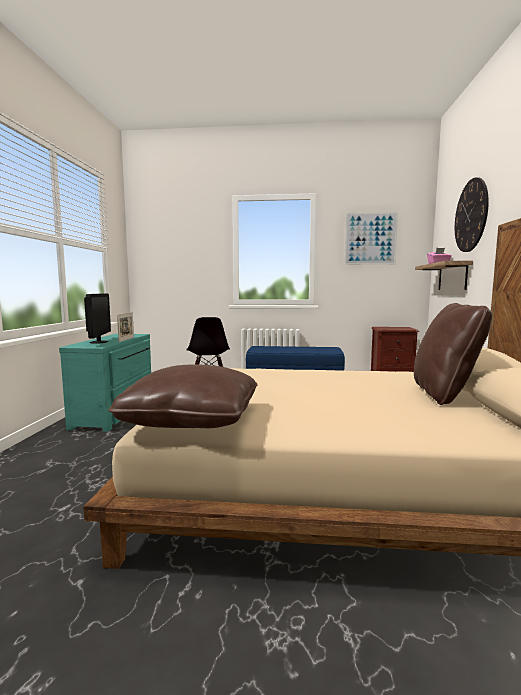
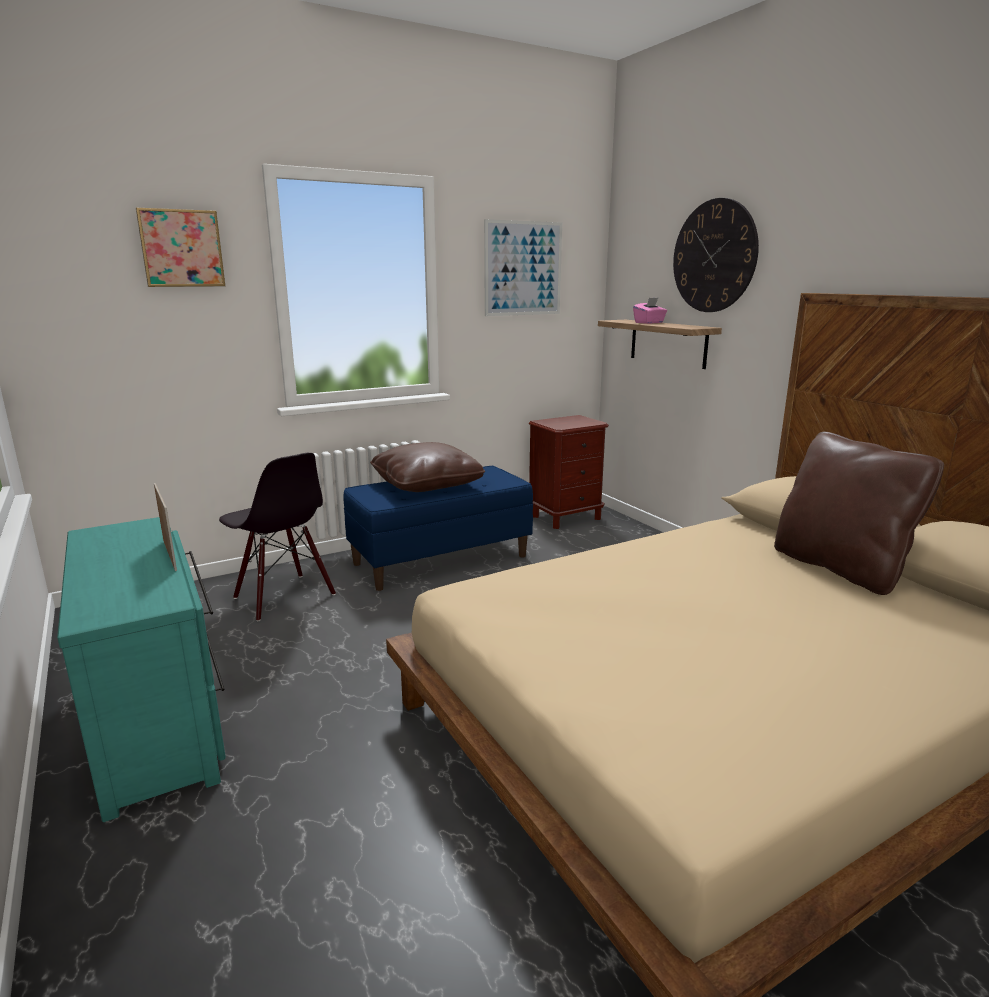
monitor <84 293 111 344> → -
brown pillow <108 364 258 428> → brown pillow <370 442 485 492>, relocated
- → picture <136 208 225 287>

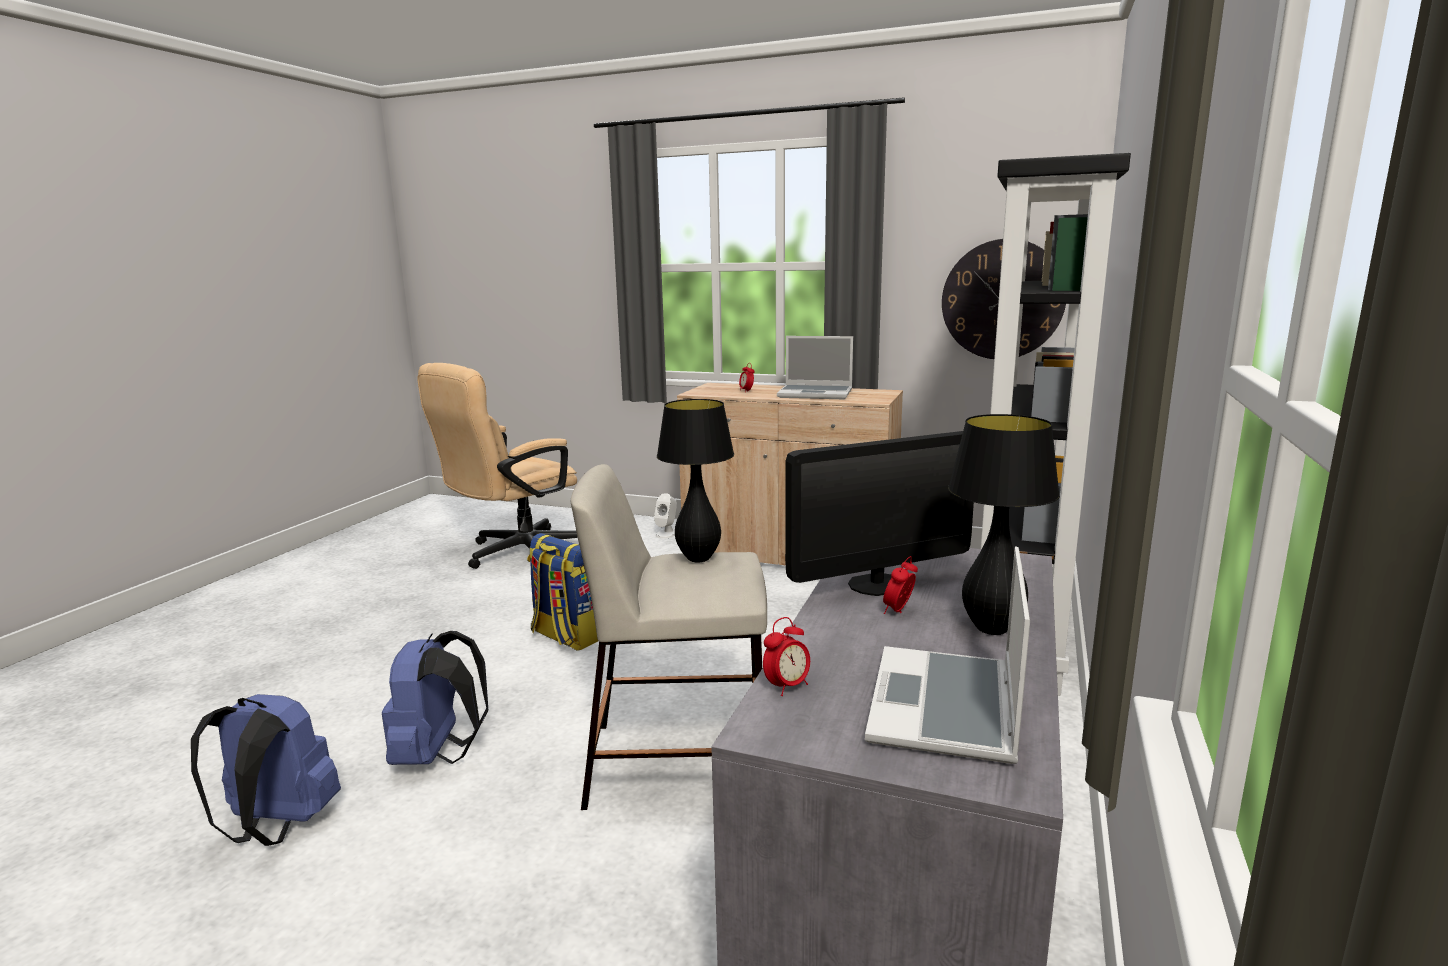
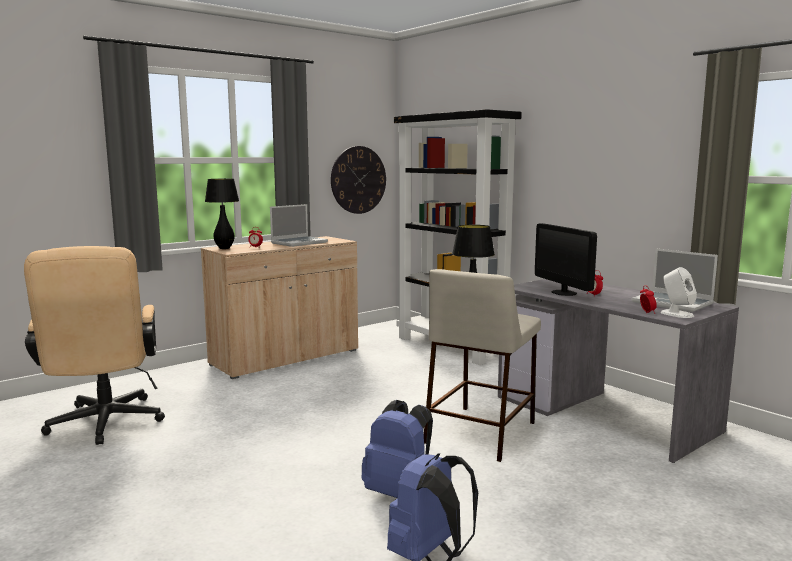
backpack <527 533 598 651> → -
white speaker <654 493 677 538> → white speaker <661 267 697 318>, relocated
monitor <785 431 974 596> → monitor <535 223 597 296>, 150 degrees clockwise
black table lamp <948 414 1060 635> → black table lamp <205 179 239 249>, relocated

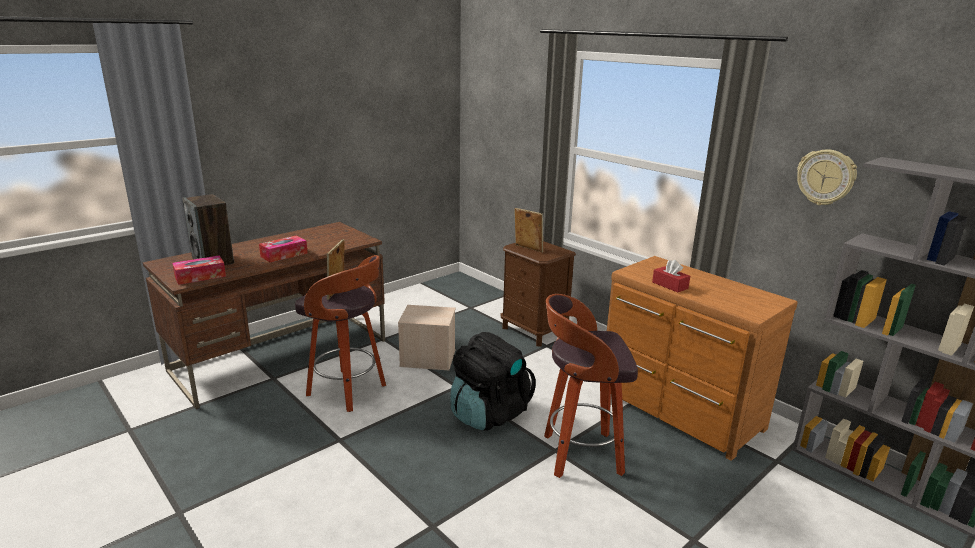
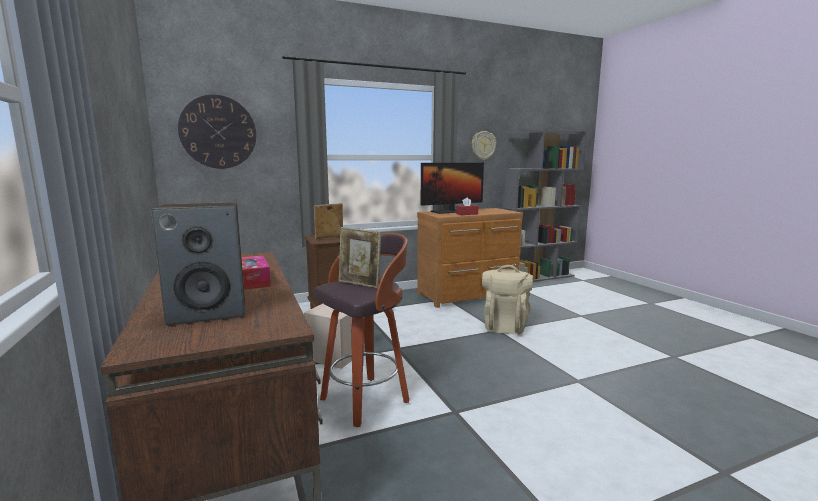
tissue box <172 255 226 285> → -
black backpack <450 332 536 431> → -
stool <544 294 638 478> → beige backpack <482 265 533 335>
- → wall clock <178 95 256 169>
- → monitor <421 163 484 214>

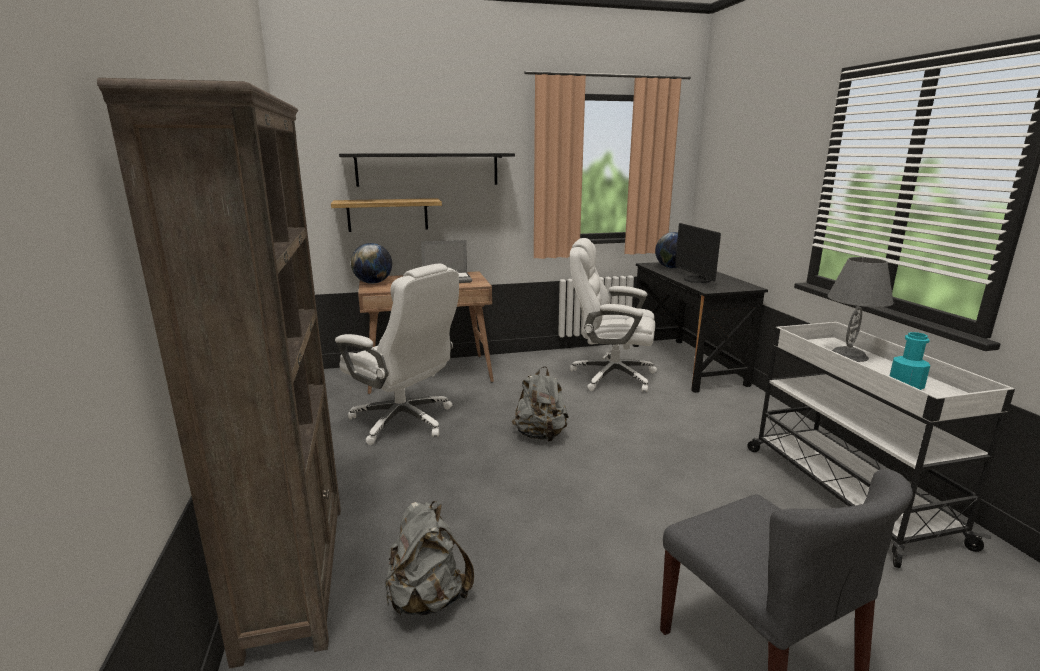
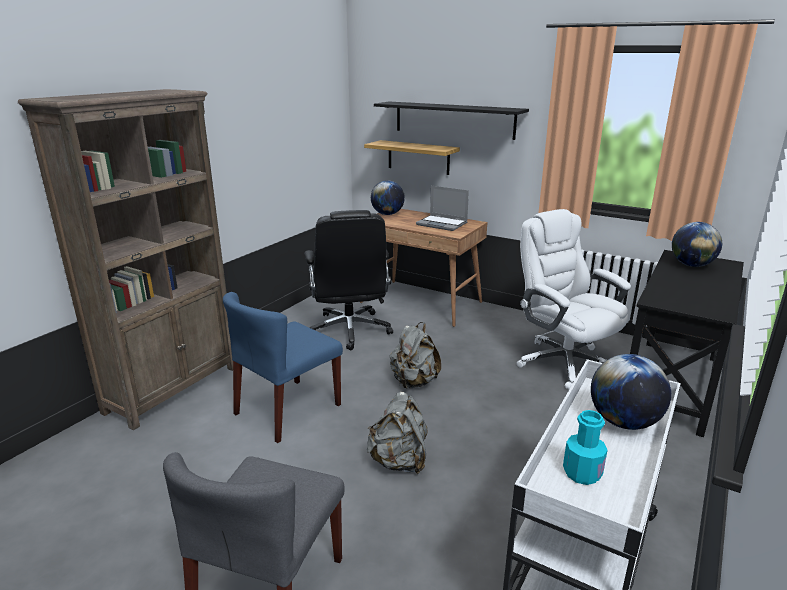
white office chair <335 264 459 445> → black office chair <304 210 393 350>
grey backpack <385 501 474 615> → grey backpack <367 392 428 474>, relocated
monitor <675 223 721 283> → -
grey table lamp <828 257 894 362> → globe <591 354 671 430>
- → blue chair <223 292 343 443>

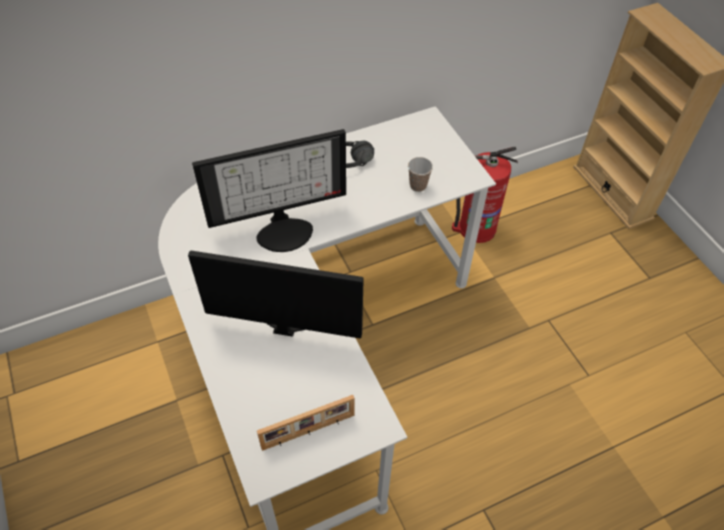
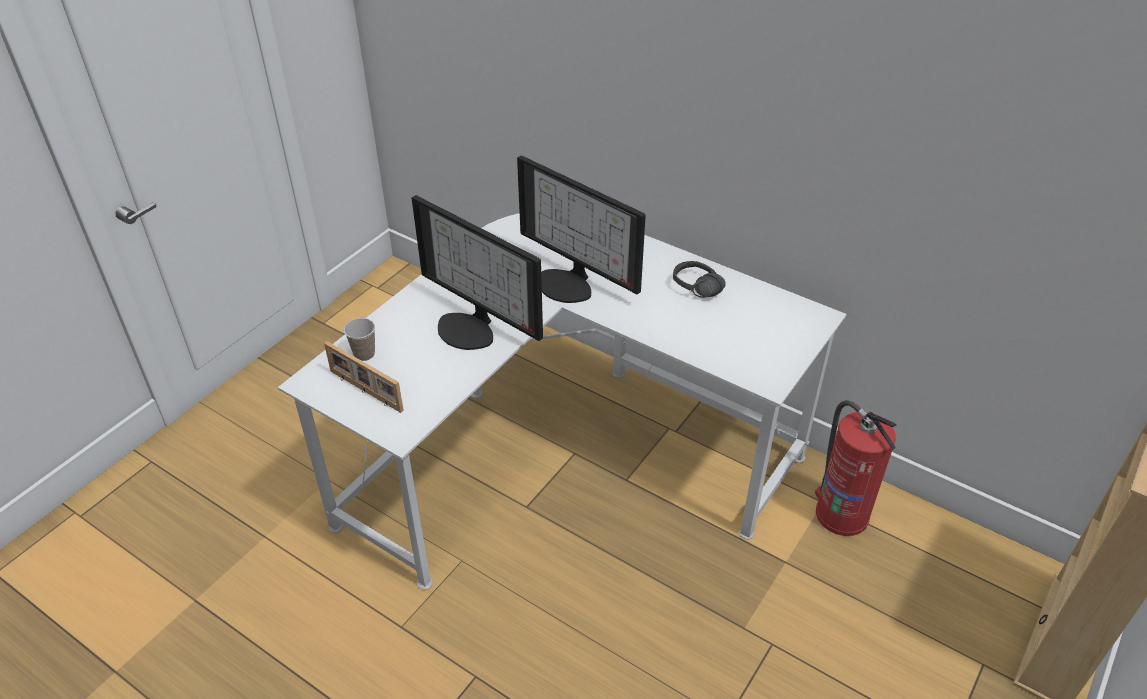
monitor <188 251 364 338> → monitor <412 195 543 350>, 150 degrees clockwise
cup <408 157 433 192> → cup <344 318 375 361>, relocated

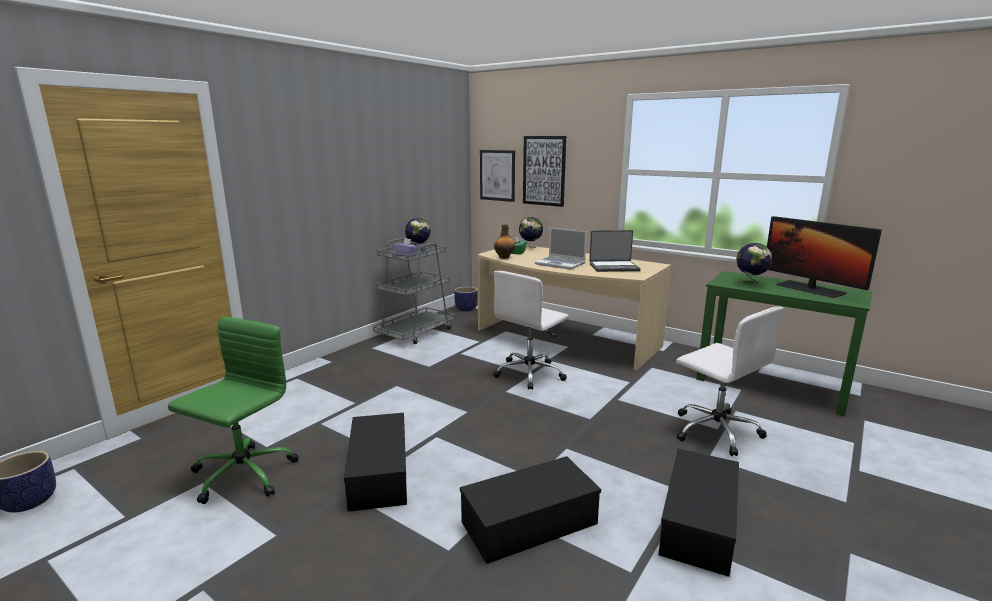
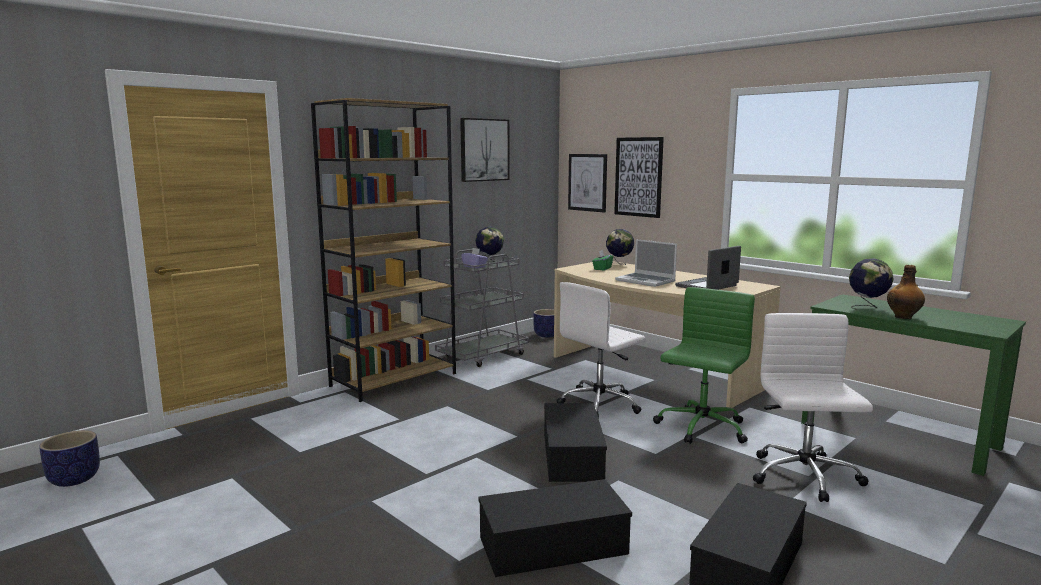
green office chair <168 316 299 504> → green office chair <653 287 755 444>, relocated
black storage box <344 413 407 512> → black storage box <544 403 607 482>, relocated
bottle <494 224 515 259> → bottle <887 265 925 319>, relocated
laptop <589 230 640 272> → laptop <675 246 741 290>, 135 degrees clockwise
white office chair <676 306 784 456> → white office chair <753 313 873 502>, 150 degrees counterclockwise
monitor <767 216 882 298> → -
- → brown bookcase <311 98 456 402>
- → picture <460 118 510 182>

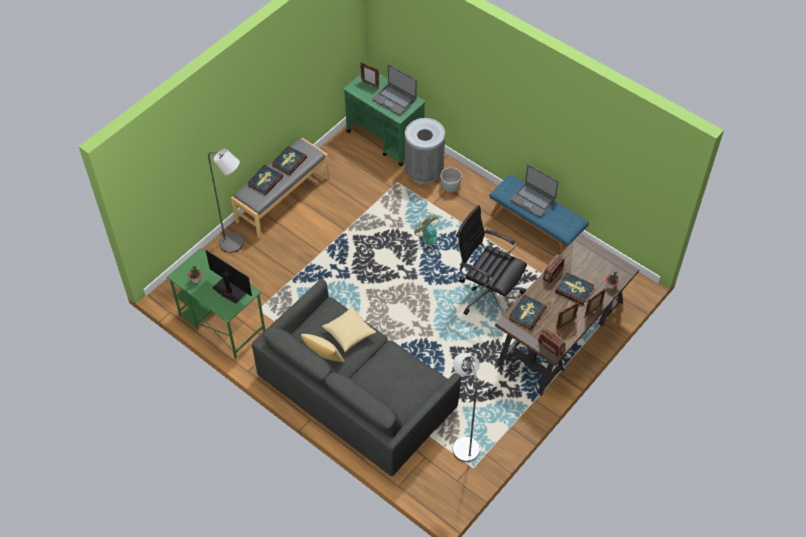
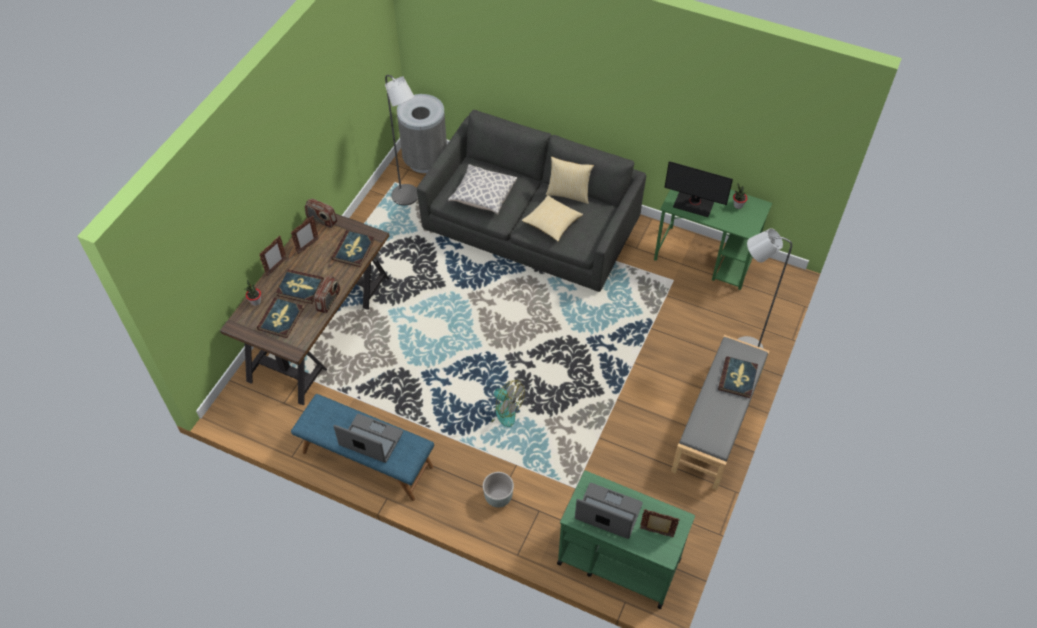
book <272 146 307 175> → book <257 298 303 338>, relocated
grey trash can <405 118 445 184> → grey trash can <397 94 447 173>, relocated
black office chair <456 205 527 315> → -
- → pillow <448 164 517 215>

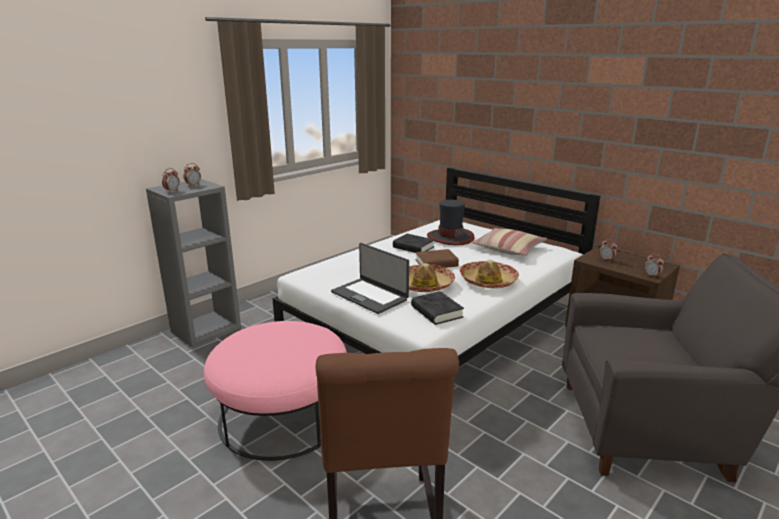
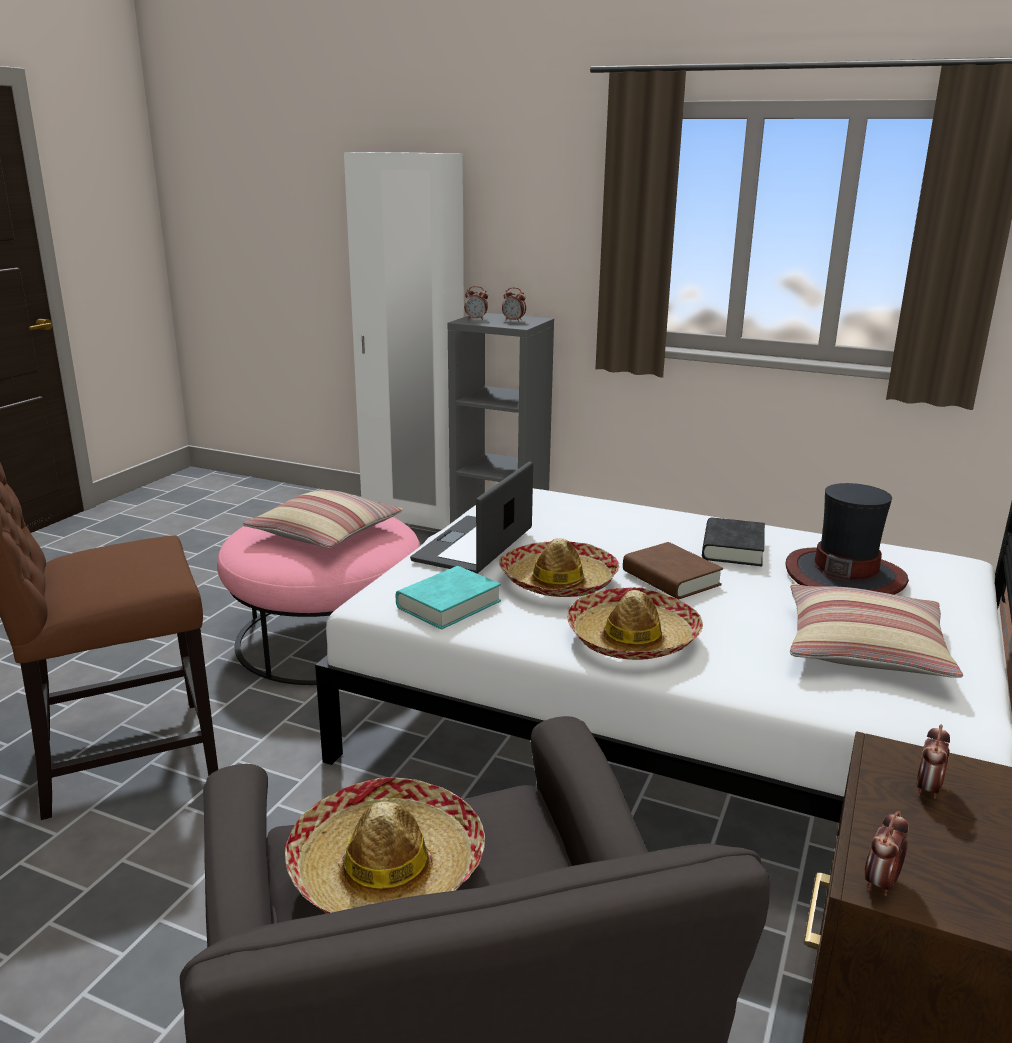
black book <411 291 464 325> → turquoise book <396 566 501 630>
- → pillow <243 489 403 548>
- → hat <285 777 485 914>
- → white wardrobe <344 152 464 530>

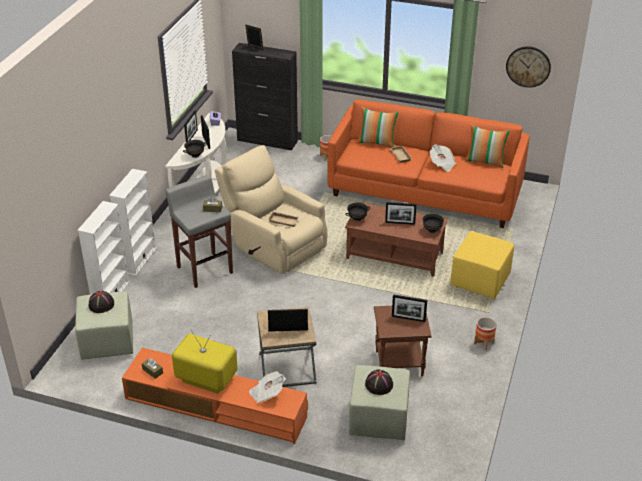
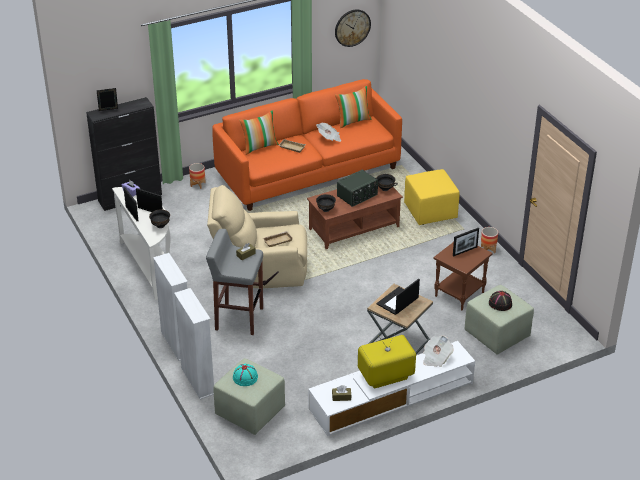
black hat <89 291 114 313> → turquoise hat <233 363 258 386>
orange tv stand <122 348 308 444> → white tv stand <308 341 475 436>
picture frame <385 202 416 225> → radio <337 170 378 207>

